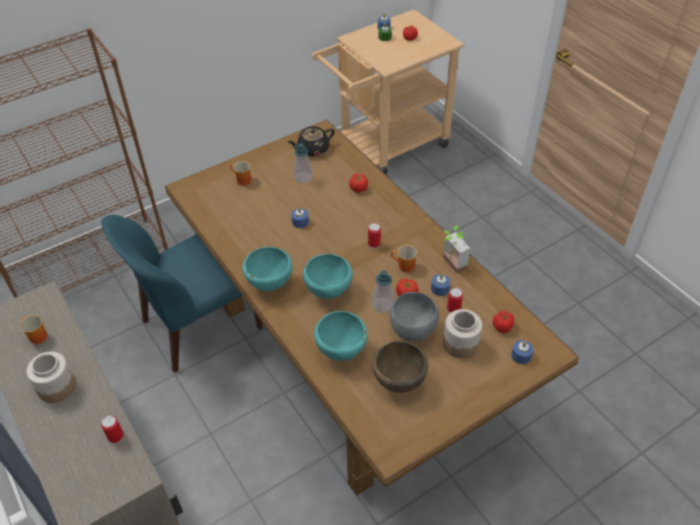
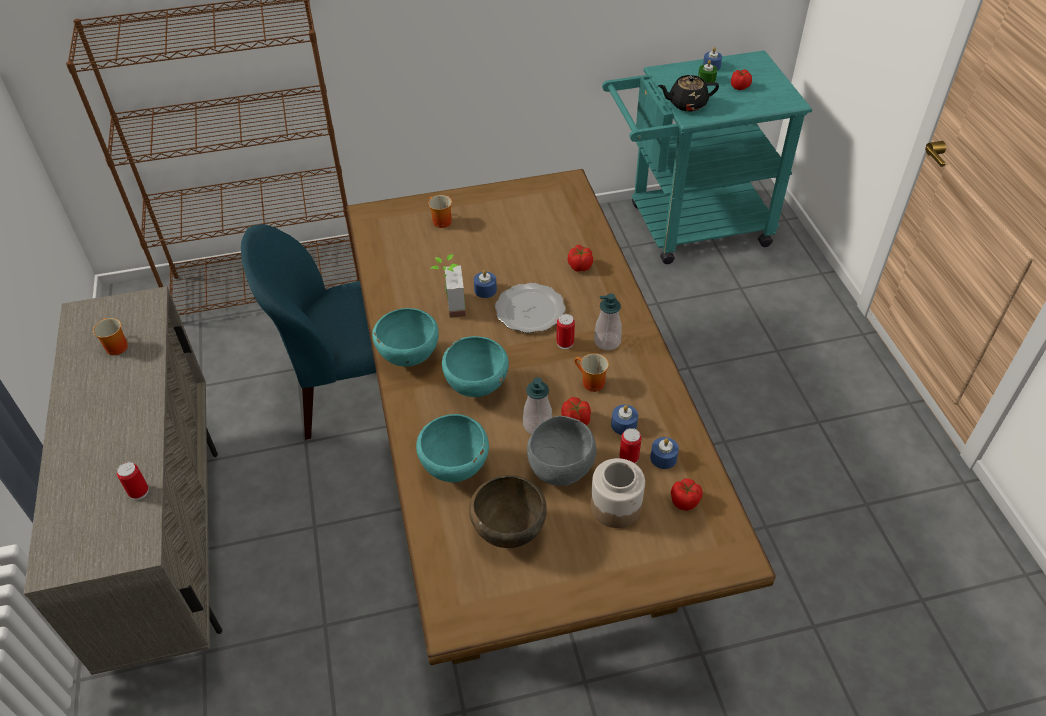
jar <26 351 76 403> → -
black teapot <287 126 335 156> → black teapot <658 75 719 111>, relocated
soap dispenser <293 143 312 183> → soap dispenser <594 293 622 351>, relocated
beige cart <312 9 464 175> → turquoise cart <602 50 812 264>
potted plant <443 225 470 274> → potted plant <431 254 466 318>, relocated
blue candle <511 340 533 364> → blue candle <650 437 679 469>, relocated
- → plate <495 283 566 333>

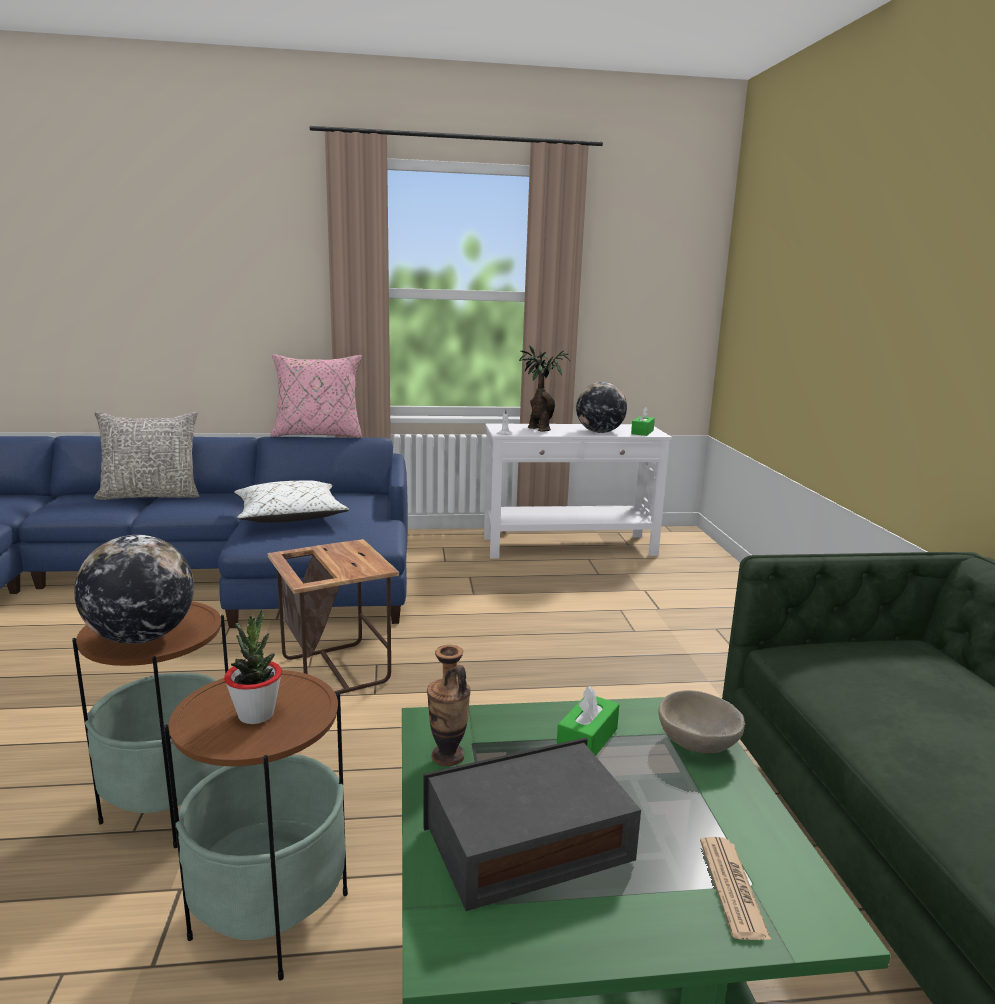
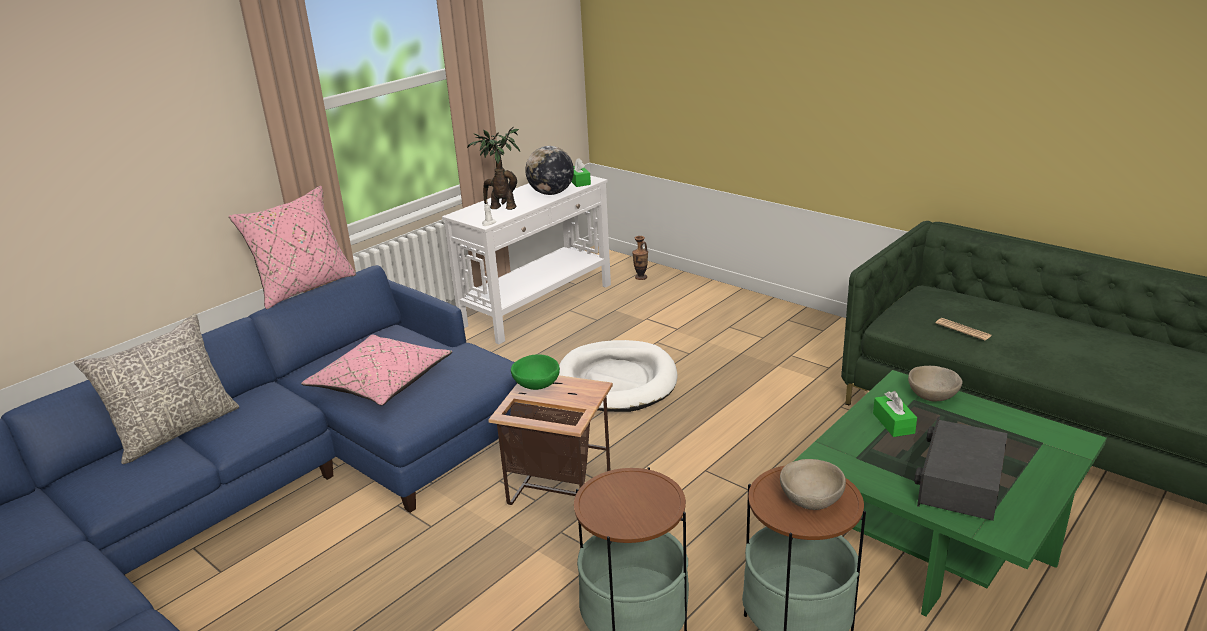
globe <74 535 194 644> → -
potted plant <224 609 282 724> → beige bowl <780 459 846 510>
white pillow <234 481 349 522> → pink pillow <301 335 452 405>
vase <427 645 471 766> → vase <632 236 648 280>, relocated
newspaper <700 837 771 940> → newspaper <936 318 992 340>, relocated
- → green bowl <511 354 560 390>
- → white dog bed <559 340 678 412>

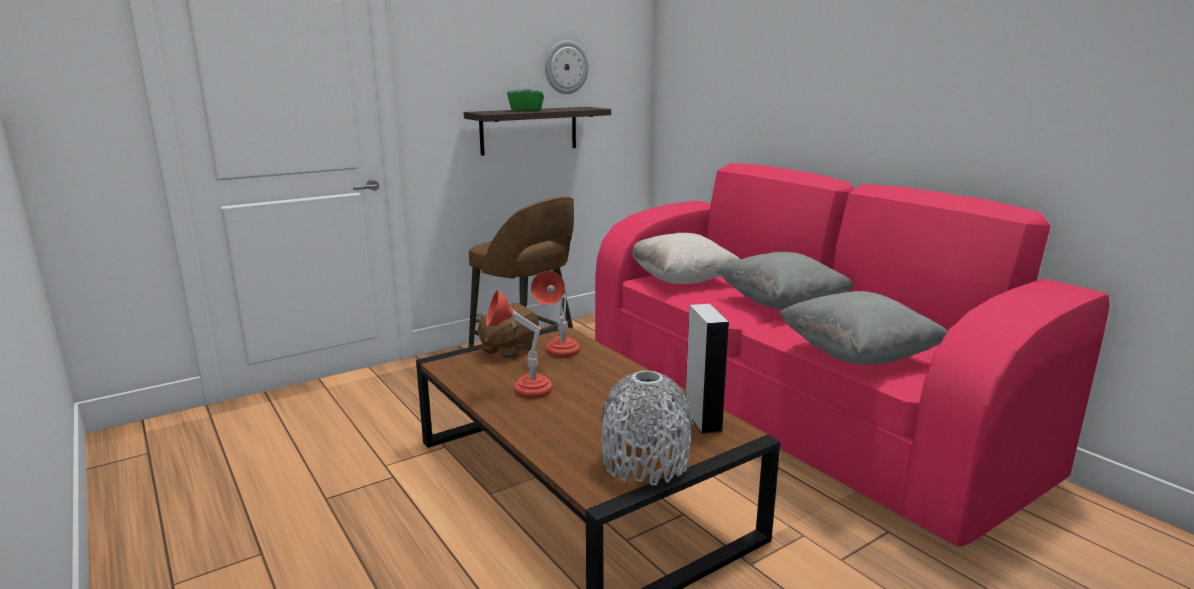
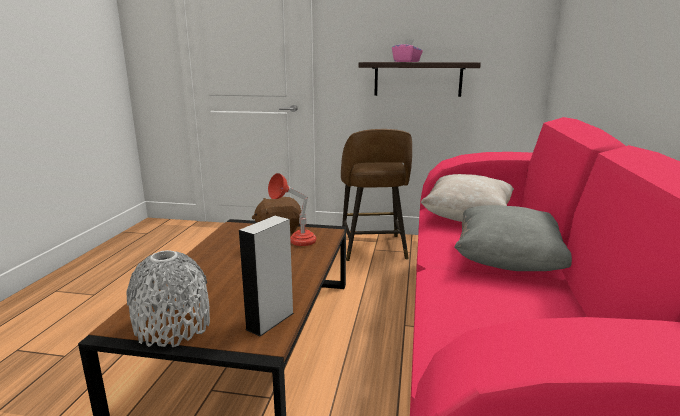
red table lamp <486 290 552 398> → -
green tissue box <507 82 544 111> → pink tissue box <392 39 423 62>
wall clock <545 40 589 94> → -
grey pillow <778 291 947 365> → -

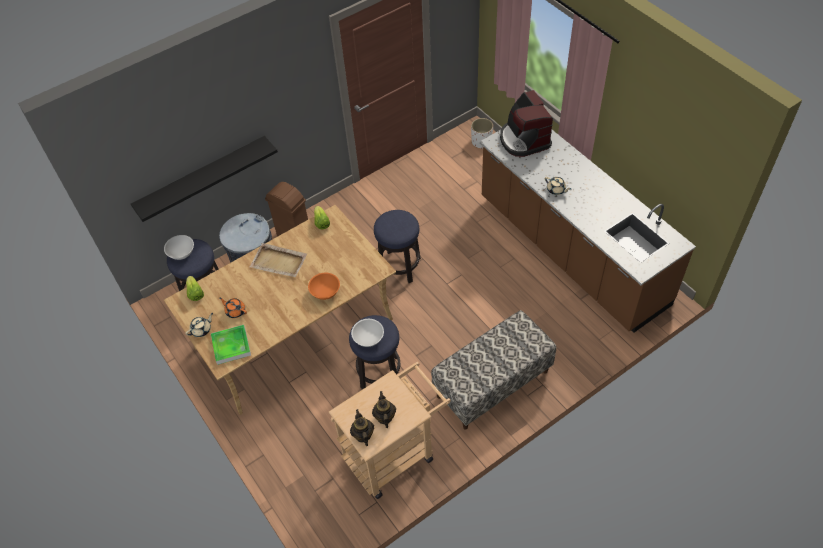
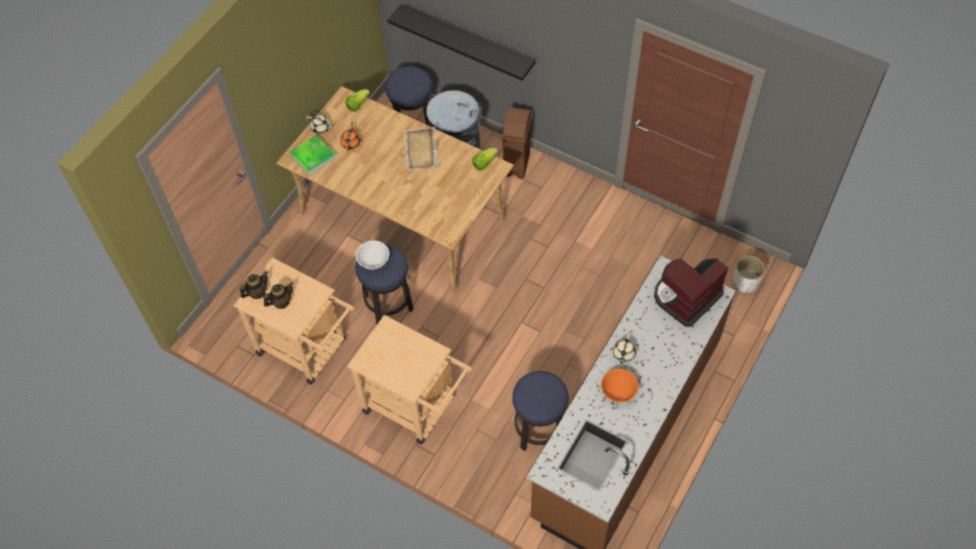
white bowl <164 235 194 260> → -
orange bowl <308 273 340 300> → orange bowl <601 369 638 403>, relocated
stool <374 210 421 283> → stool <512 371 569 451>, relocated
bench <431 310 556 430> → beige cart <347 315 472 444>

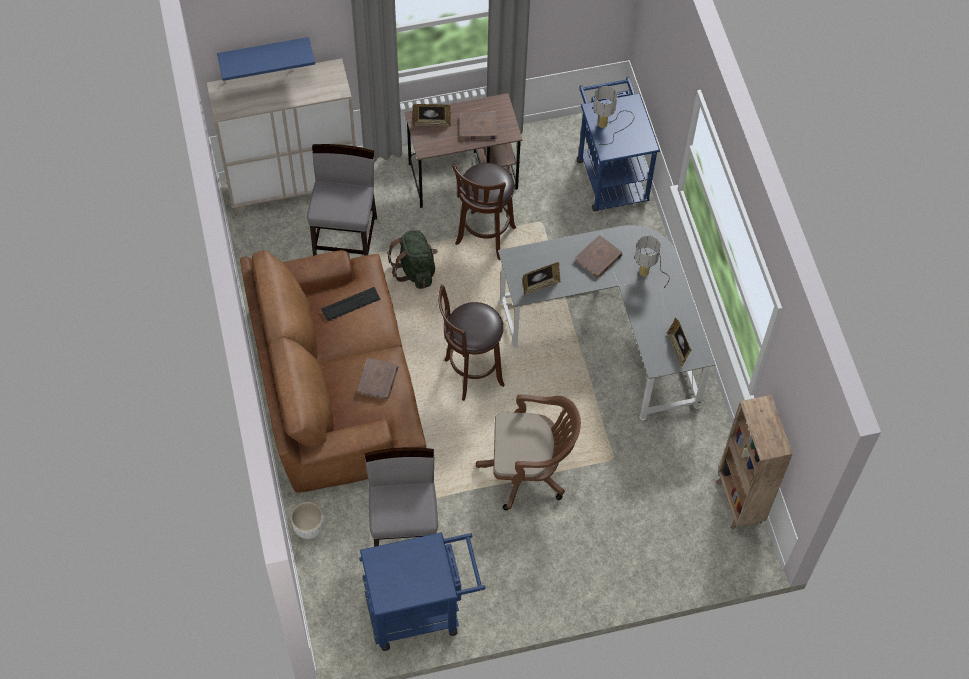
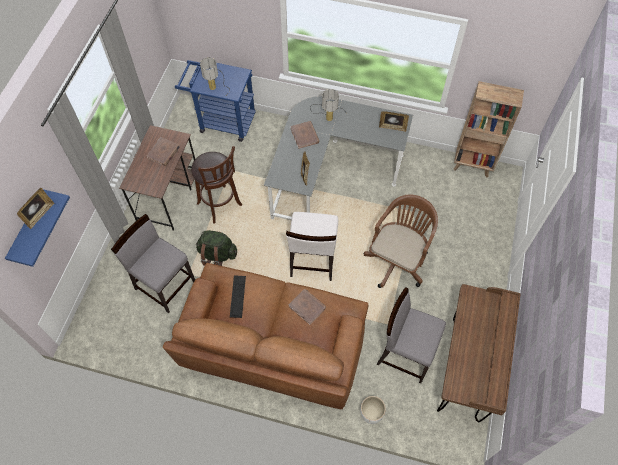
beige cabinet <207 59 356 214> → -
blue cart <359 532 485 651> → brown desk <437 284 521 423>
picture frame <412 104 451 127> → picture frame <17 188 55 229>, relocated
brown stool <438 285 505 401> → white chair <286 212 338 281>

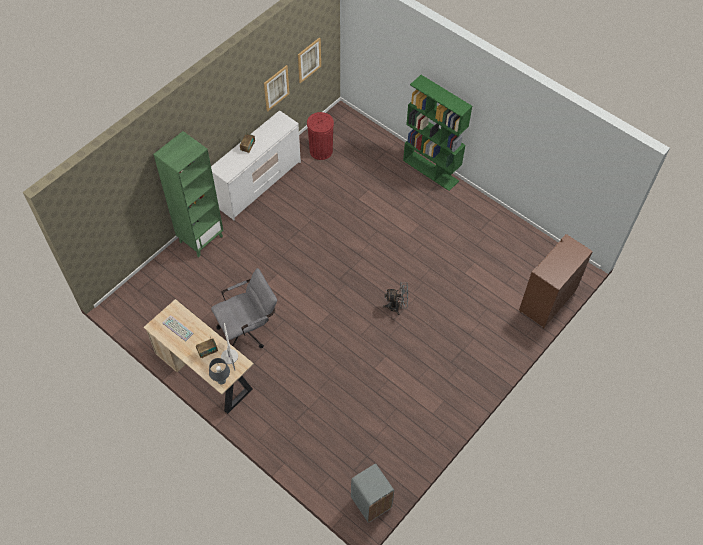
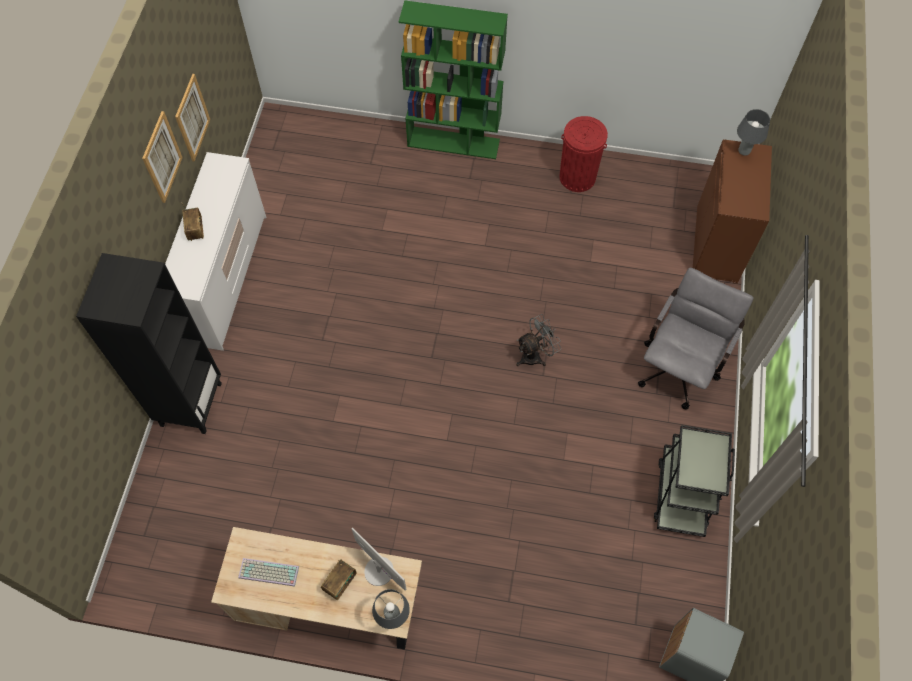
green bookcase <153 131 224 257> → black bookcase <76 253 222 434>
grey office chair <211 268 277 348> → grey office chair <638 268 753 410>, relocated
picture <298 37 321 83> → picture <142 111 183 203>, relocated
red trash can <307 112 334 160> → red trash can <559 116 608 192>, relocated
- → black cart <653 425 735 537>
- → grey table lamp <737 109 770 156>

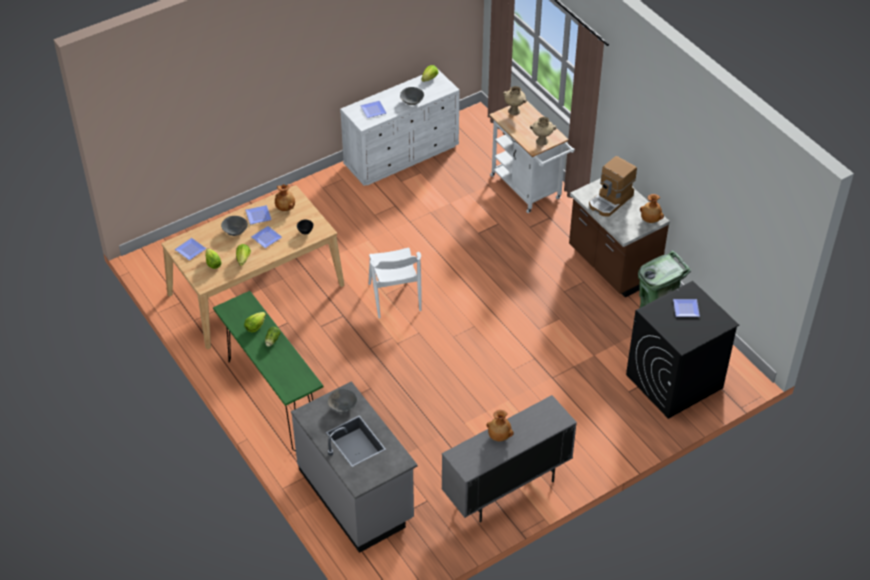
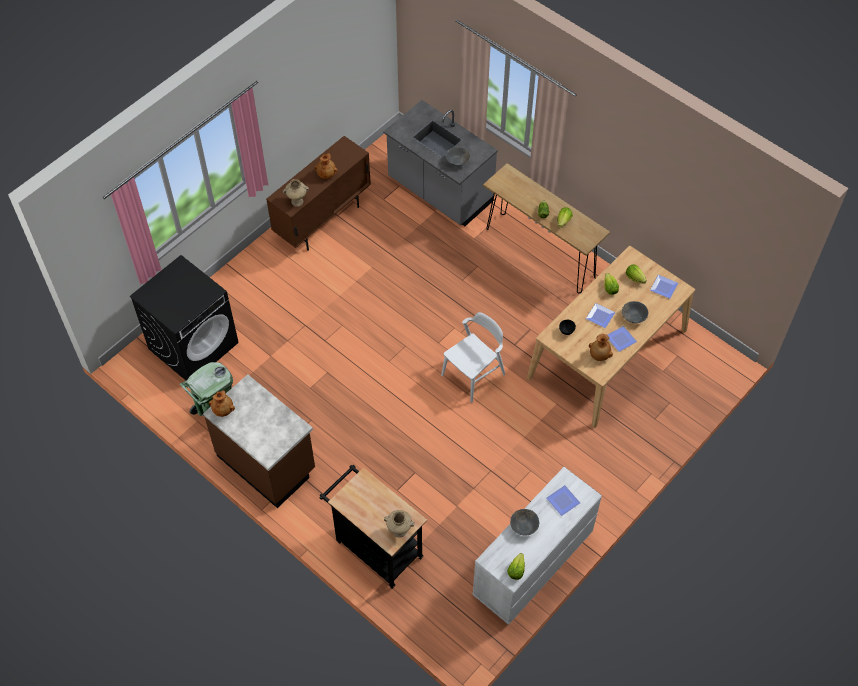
green console table <213 291 323 451> → brown console table <483 163 610 293>
white chair <369 247 422 318> → white chair <441 312 505 403>, 75 degrees clockwise
grey cabinet <442 395 577 523> → brown cabinet <266 136 371 250>
white cart <489 101 575 213> → black cart <319 465 427 589>
beige vase <530 117 556 146> → beige vase <283 179 309 207>, relocated
coffee machine <589 156 637 217> → -
plate <673 299 700 317> → -

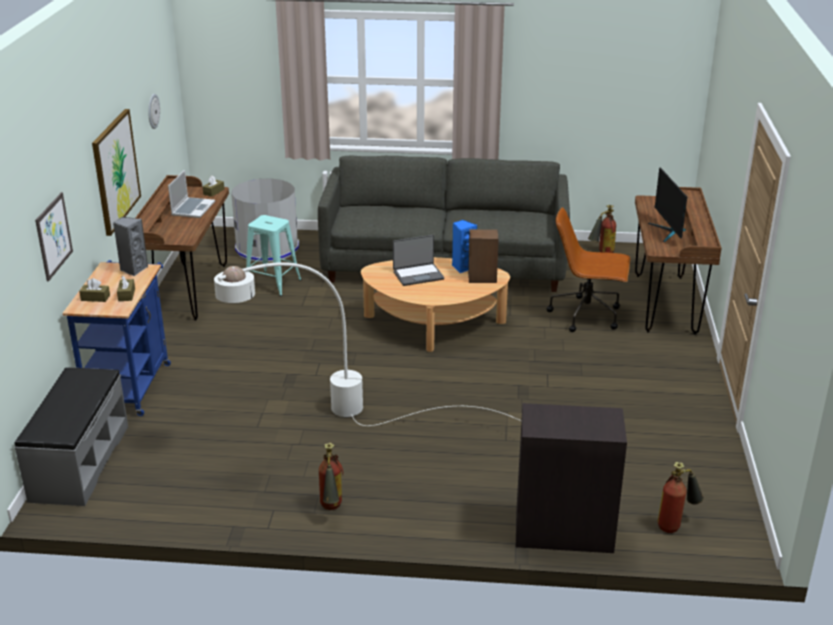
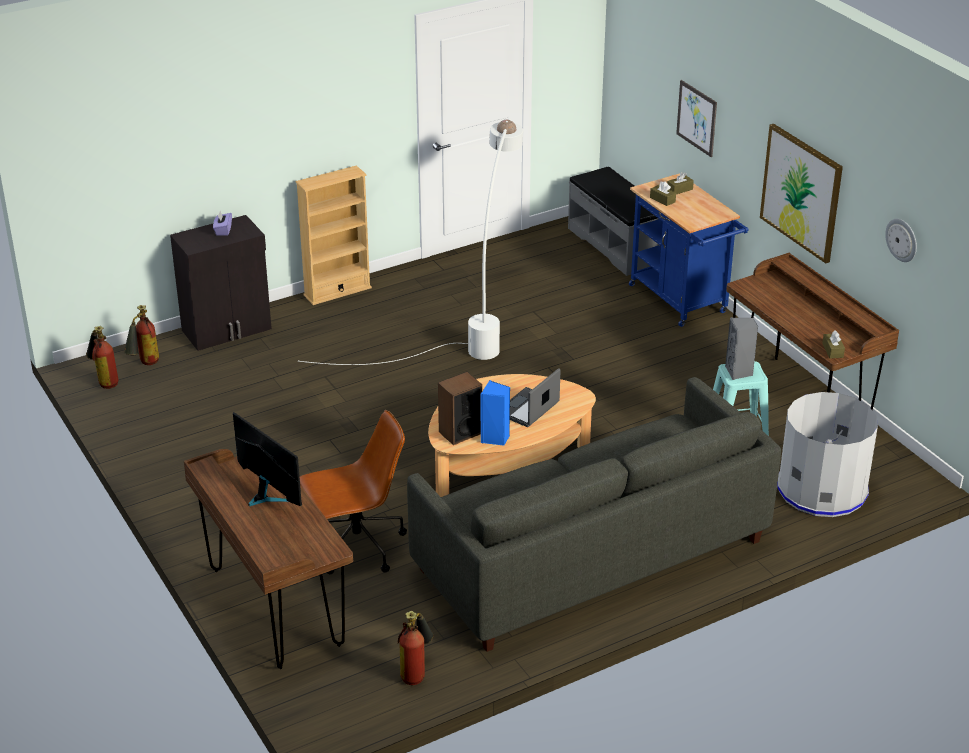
grey speaker <113 217 148 276> → grey speaker <725 317 758 380>, relocated
laptop <168 170 215 218> → -
fire extinguisher <319 443 343 510> → fire extinguisher <86 326 119 389>, relocated
- → purple tissue box <213 211 232 236>
- → beige bookcase <295 165 372 305>

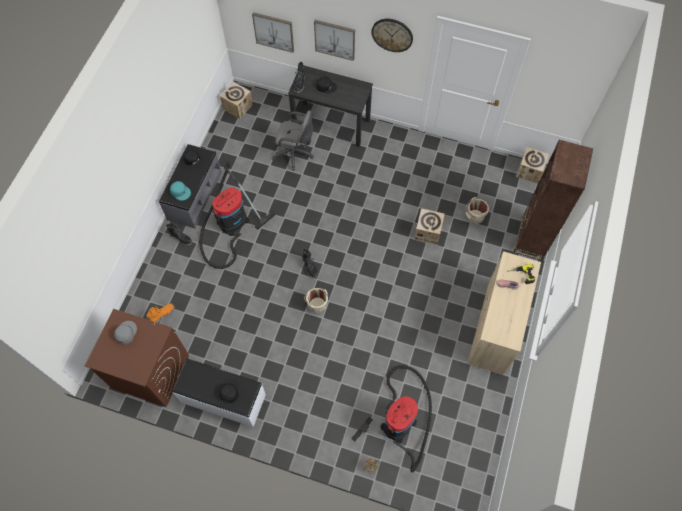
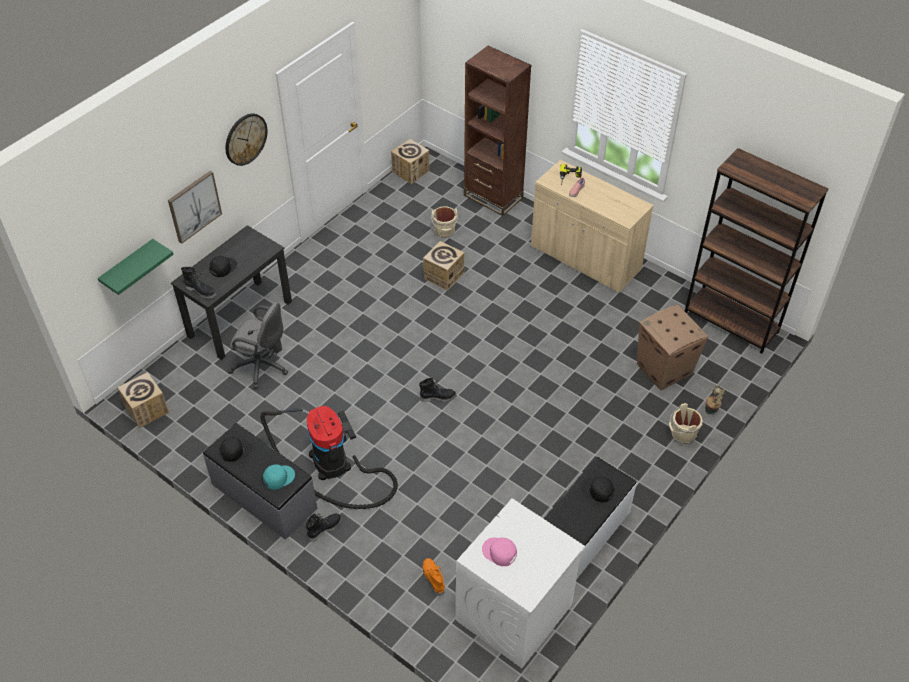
brown washing machine <85 309 189 407> → white washing machine <456 498 585 668>
grey cap <114 321 137 344> → pink cap <482 537 517 566>
picture <252 12 294 53> → green shelf <98 239 174 295>
grey office chair <272 110 314 170> → grey office chair <228 302 288 389>, 75 degrees clockwise
beige bucket <304 288 328 314> → beige bucket <669 403 703 444>, relocated
vacuum cleaner <351 365 432 472> → cardboard box <637 305 709 390>
- → brown bookcase <685 148 828 354>

